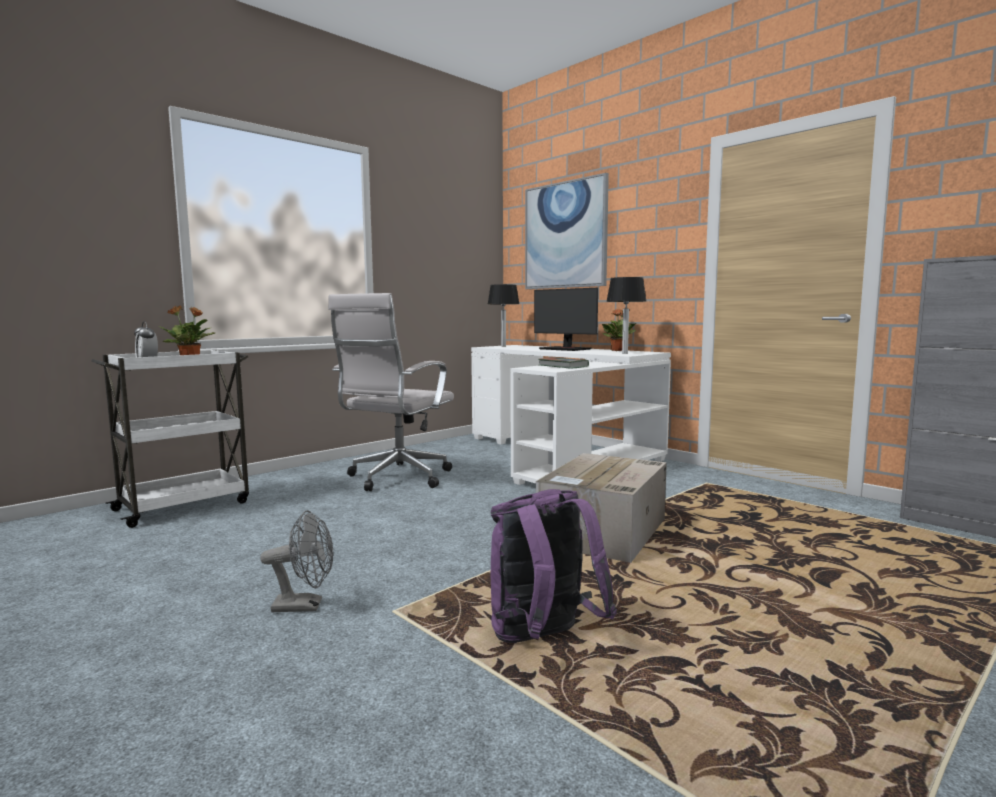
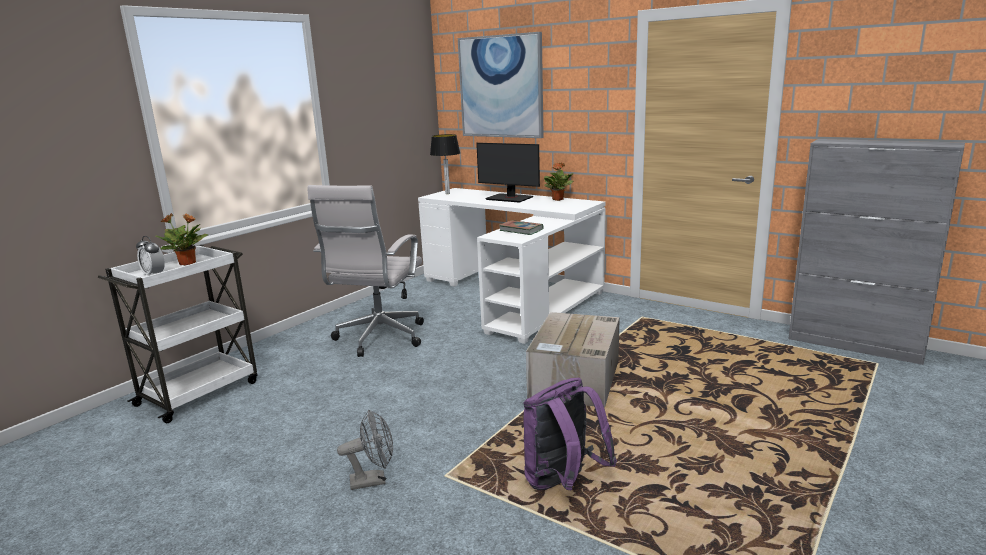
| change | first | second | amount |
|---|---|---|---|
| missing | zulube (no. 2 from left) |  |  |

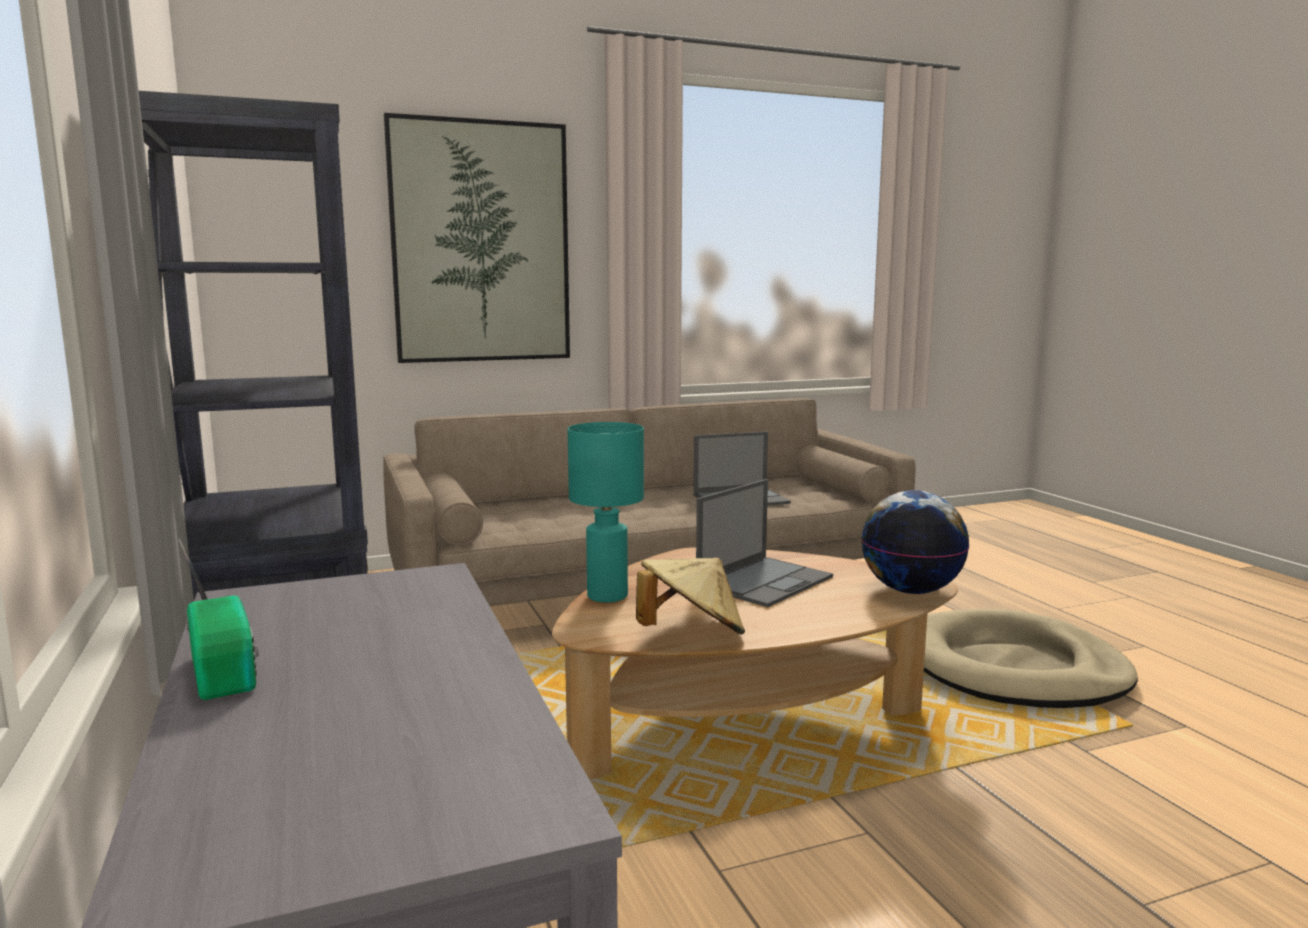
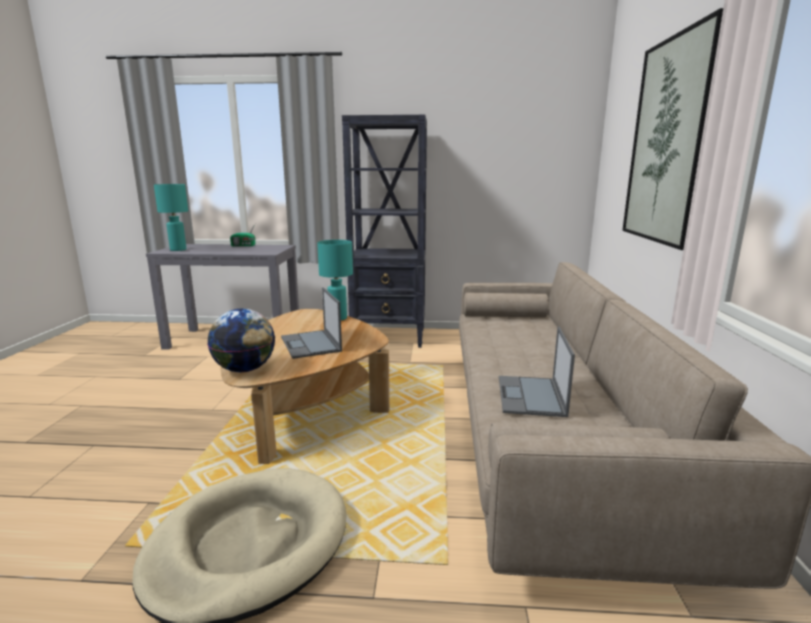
| change | first | second | amount |
|---|---|---|---|
| missing | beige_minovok |  |  |
| appeared |  | turquoise_zulube (no. 1 from left) |  |

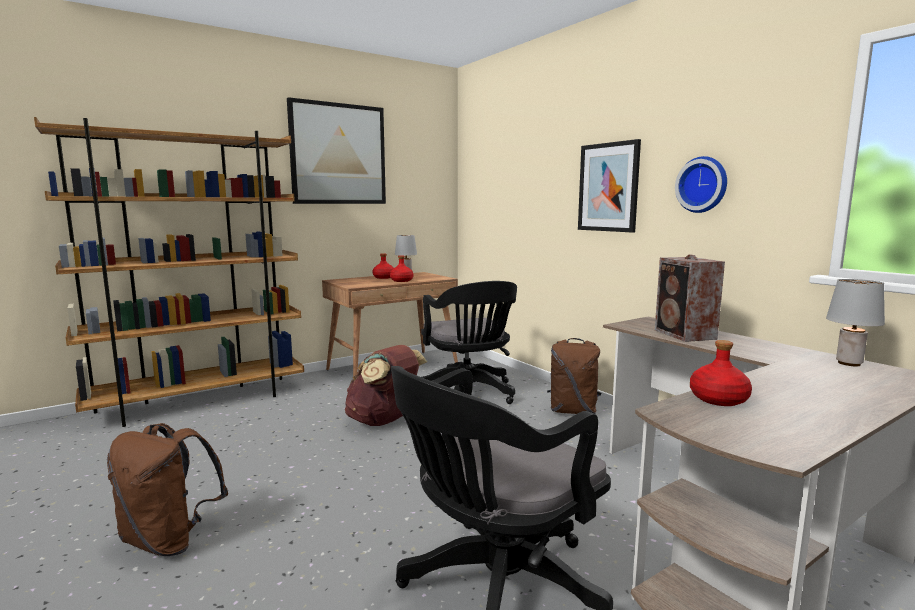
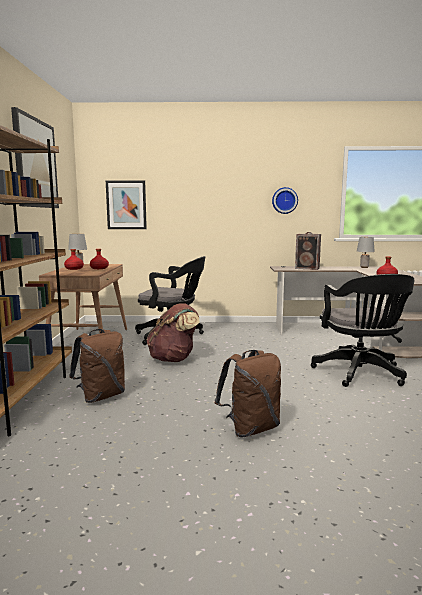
| change | first | second | amount |
|---|---|---|---|
| relocated | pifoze (no. 2 from left) |  |  |
| relocated | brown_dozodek (no. 3 from left in the first image) | brown_dozodek (no. 1 from left) |  |

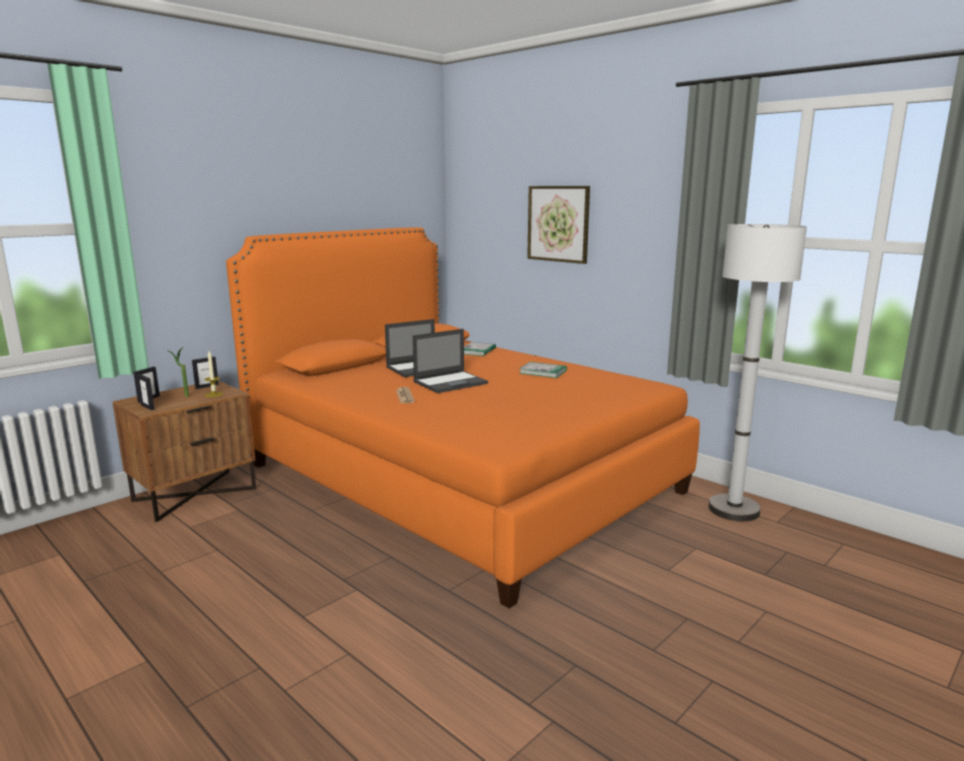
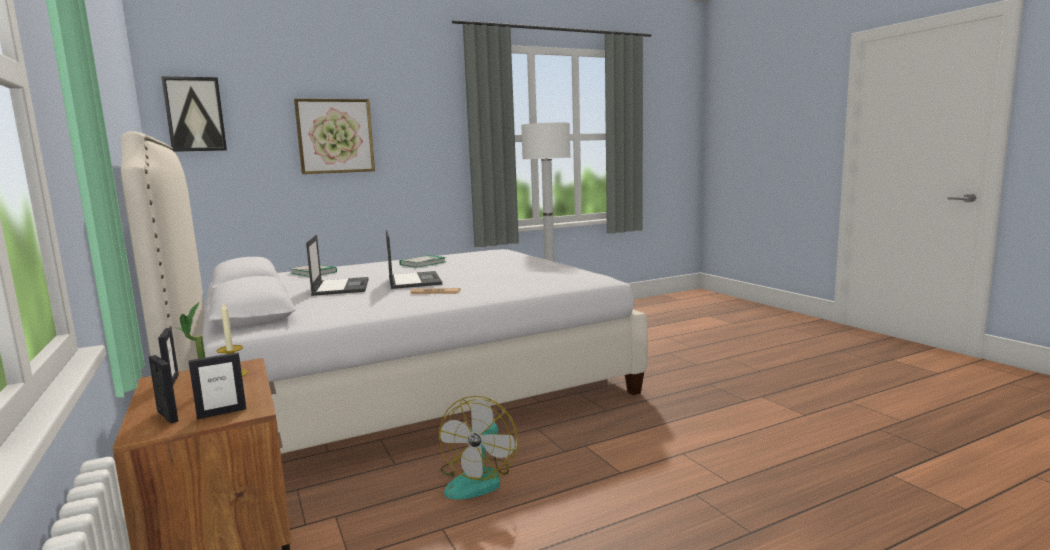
| change | first | second | amount |
|---|---|---|---|
| colour | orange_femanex | white_femanex |  |
| appeared |  | pifoze (no. 1 from left) |  |
| appeared |  | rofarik |  |

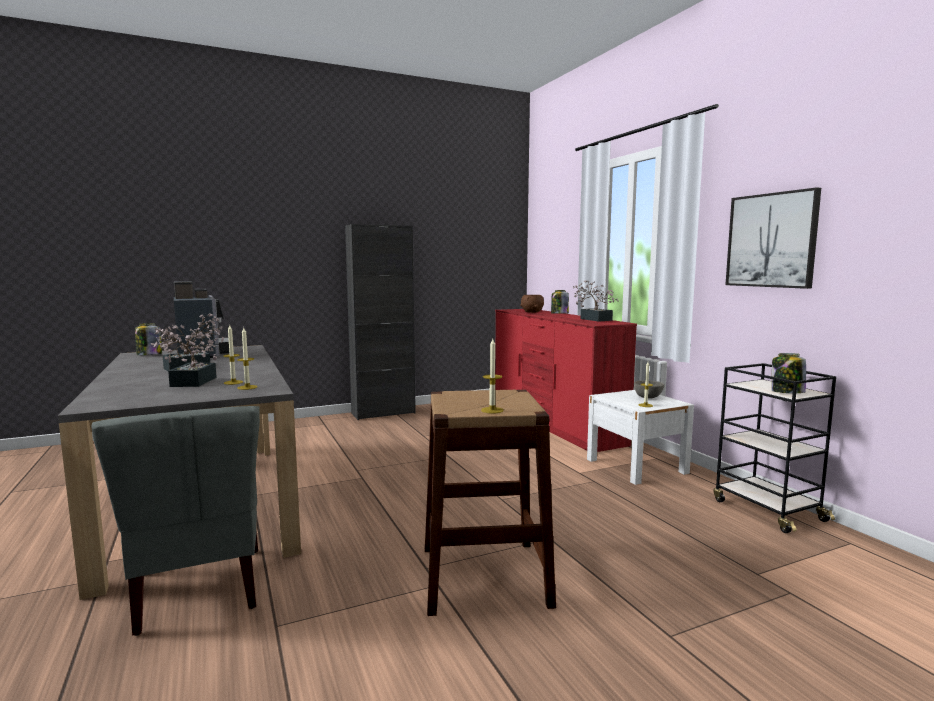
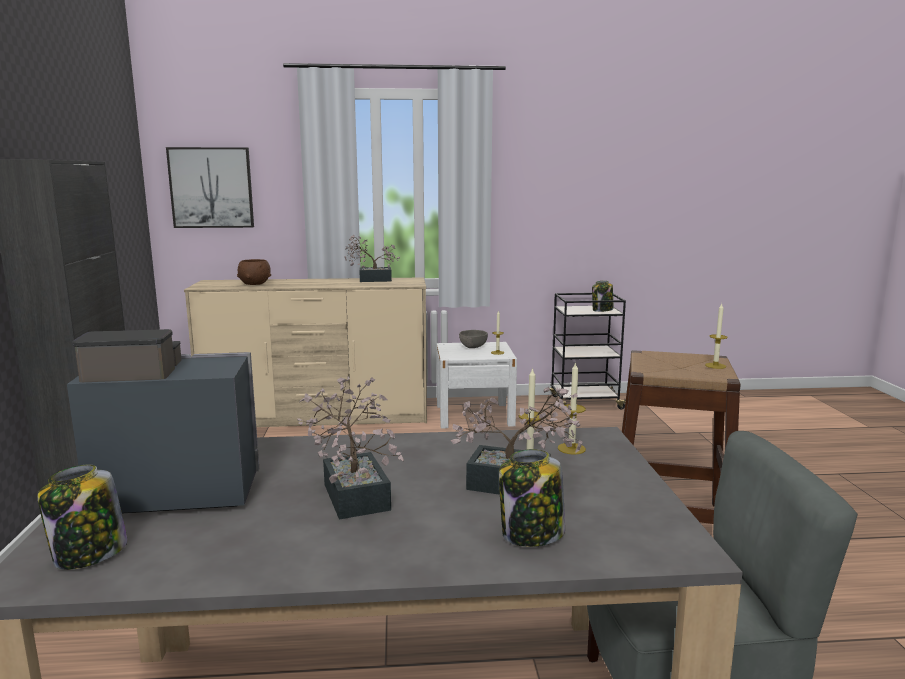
| change | first | second | amount |
|---|---|---|---|
| relocated | pifoze |  |  |
| relocated | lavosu (no. 2 from left) |  |  |
| colour | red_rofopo | beige_rofopo |  |

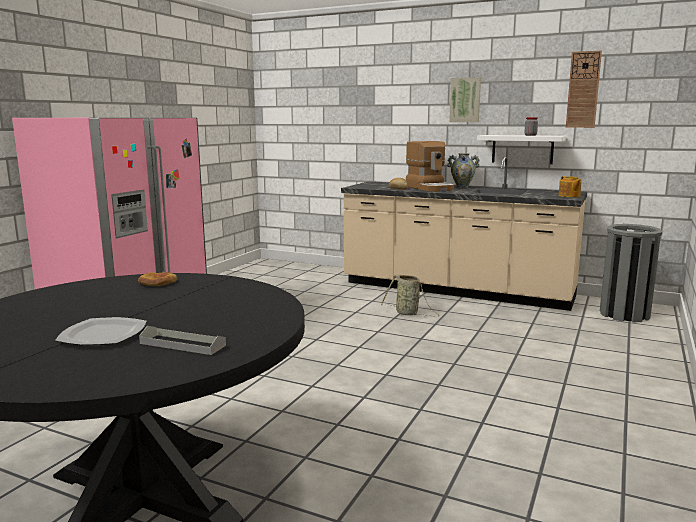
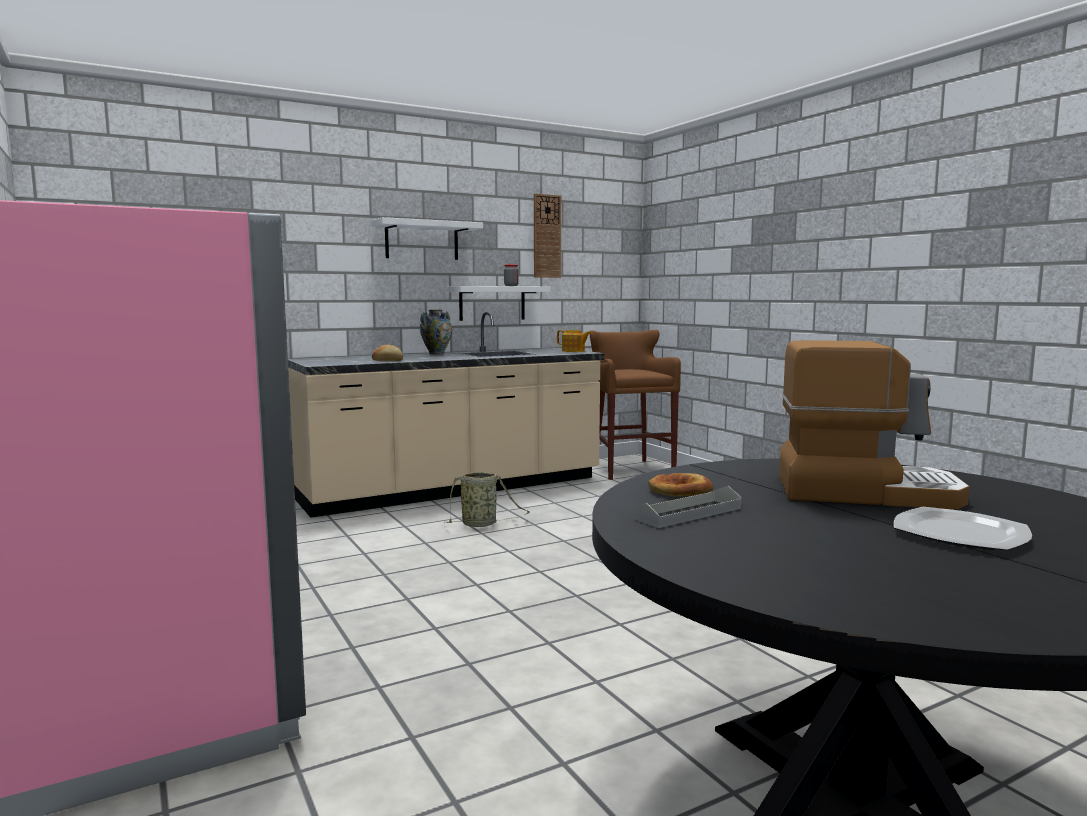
| change | first | second | amount |
|---|---|---|---|
| exchanged | pifoze | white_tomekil (no. 1 from left) |  |
| relocated | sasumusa |  |  |
| exchanged | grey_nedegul | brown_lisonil |  |
| relocated | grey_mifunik |  |  |

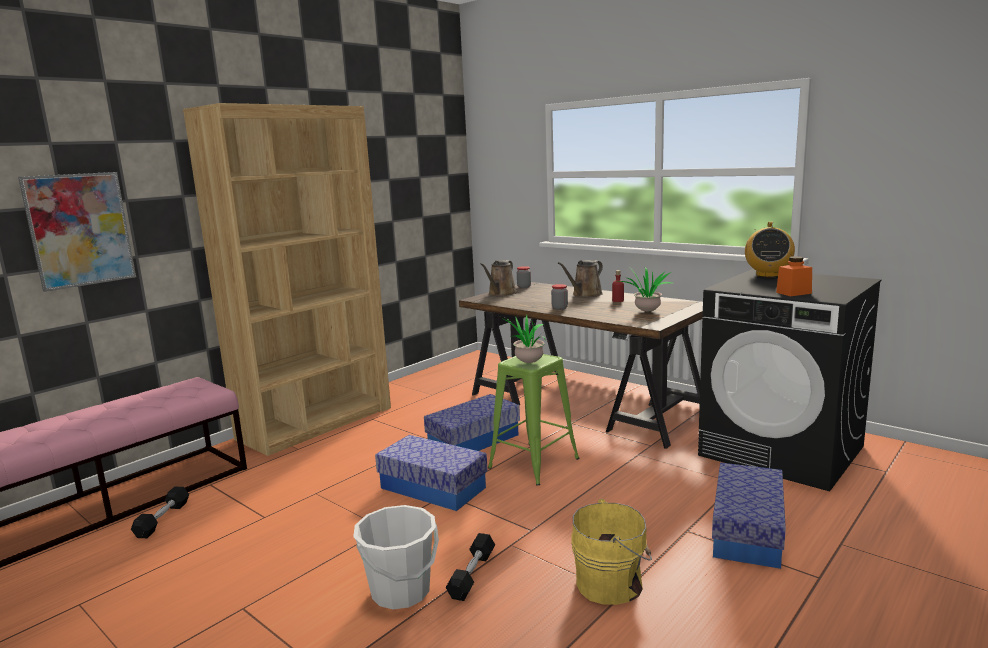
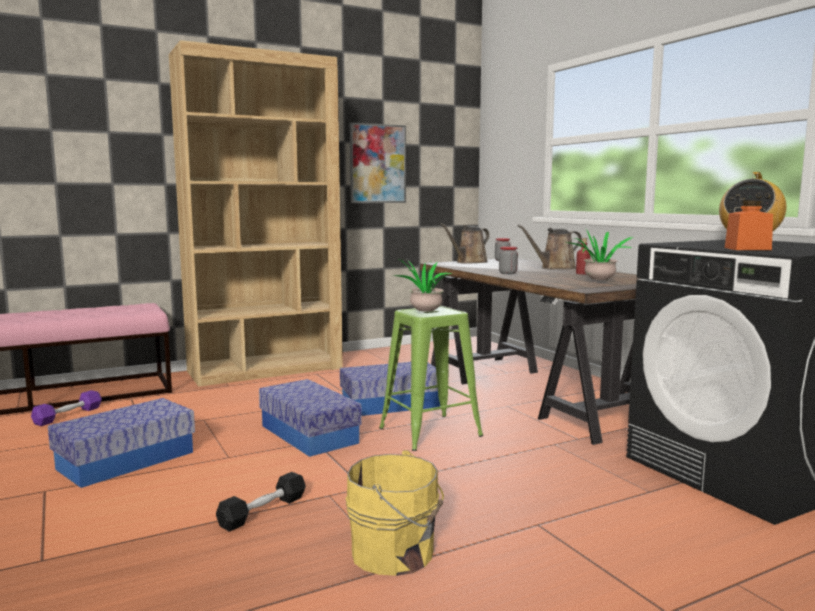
| change | first | second | amount |
|---|---|---|---|
| relocated | pifoze |  |  |
| relocated | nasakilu (no. 3 from left in the first image) | nasakilu (no. 1 from left) |  |
| colour | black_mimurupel (no. 1 from left) | purple_mimurupel |  |
| missing | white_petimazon |  |  |

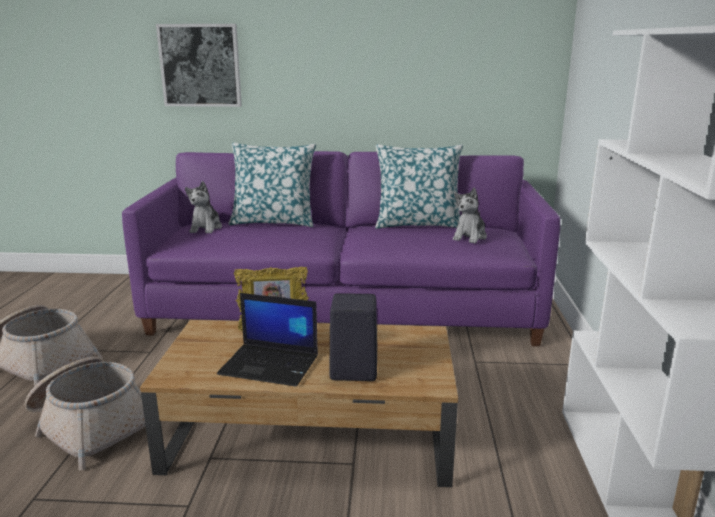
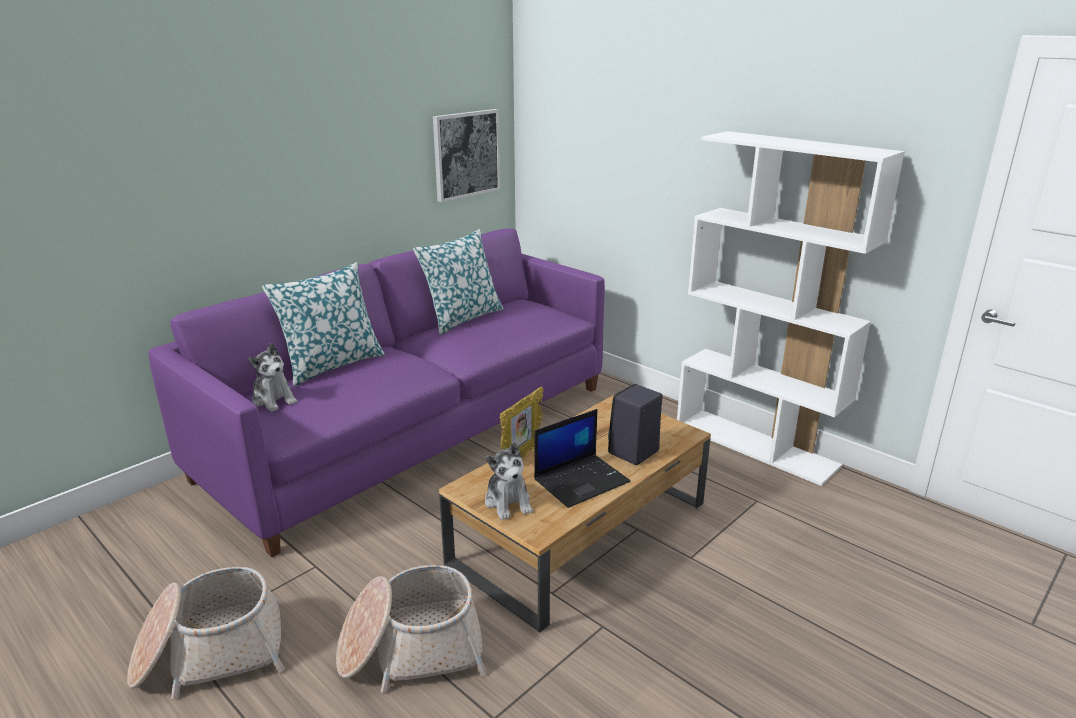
| change | first | second | amount |
|---|---|---|---|
| relocated | pifoze |  |  |
| relocated | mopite (no. 2 from left) |  |  |

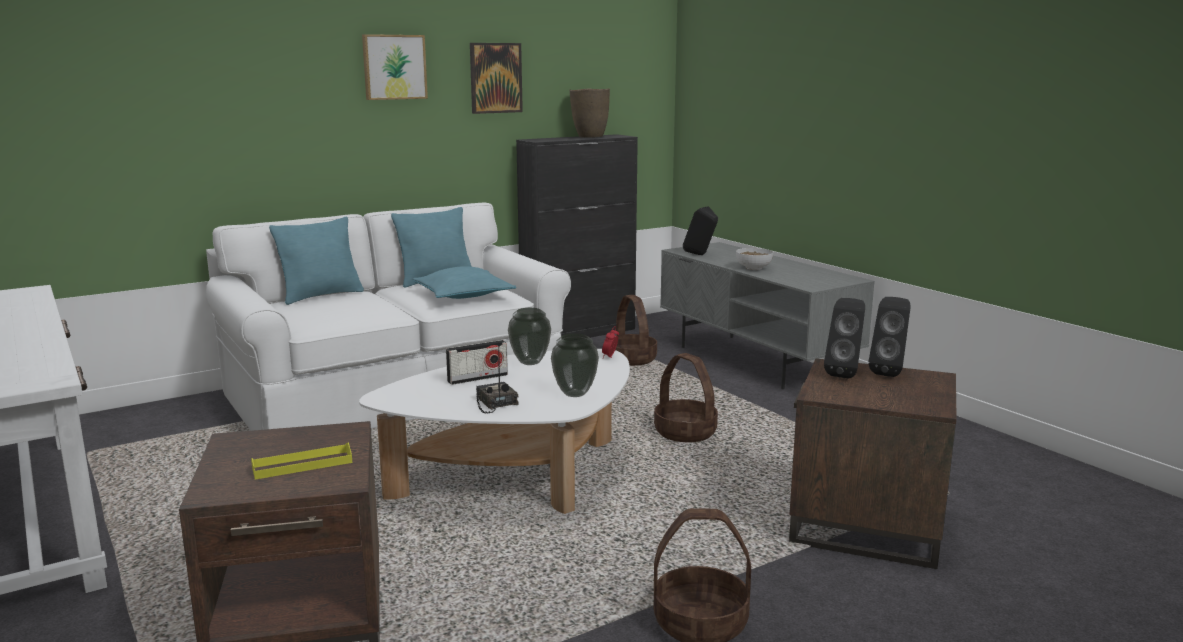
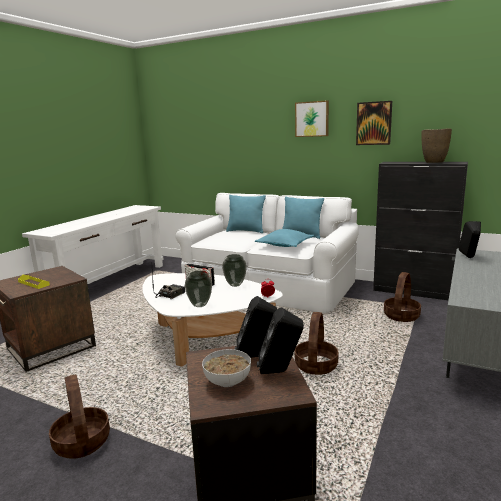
| change | first | second | amount |
|---|---|---|---|
| relocated | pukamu |  |  |

